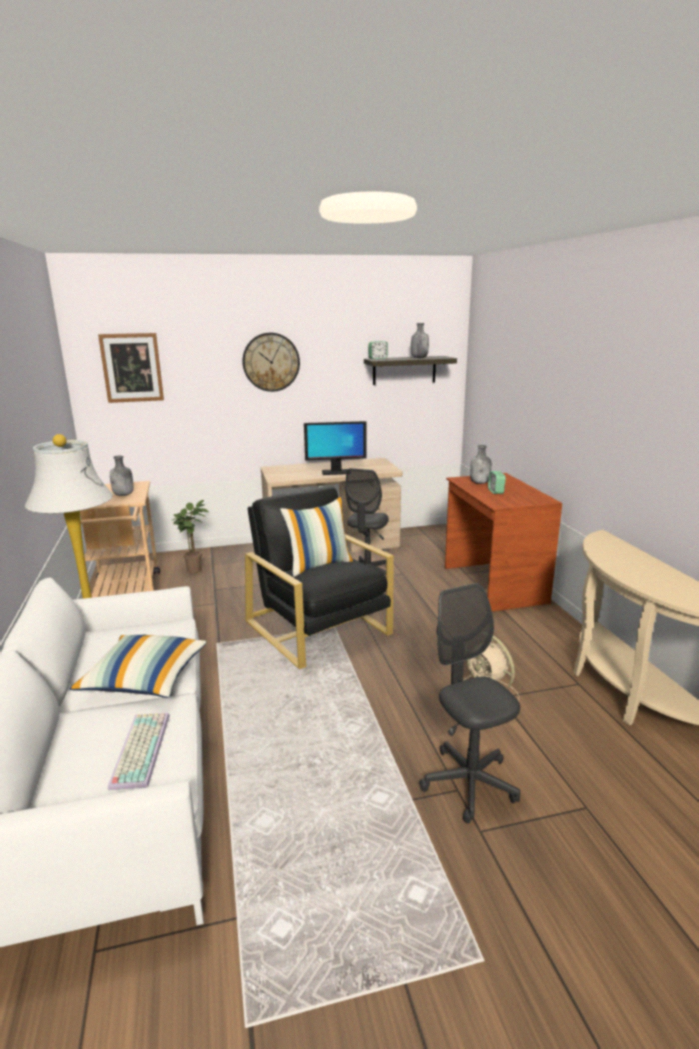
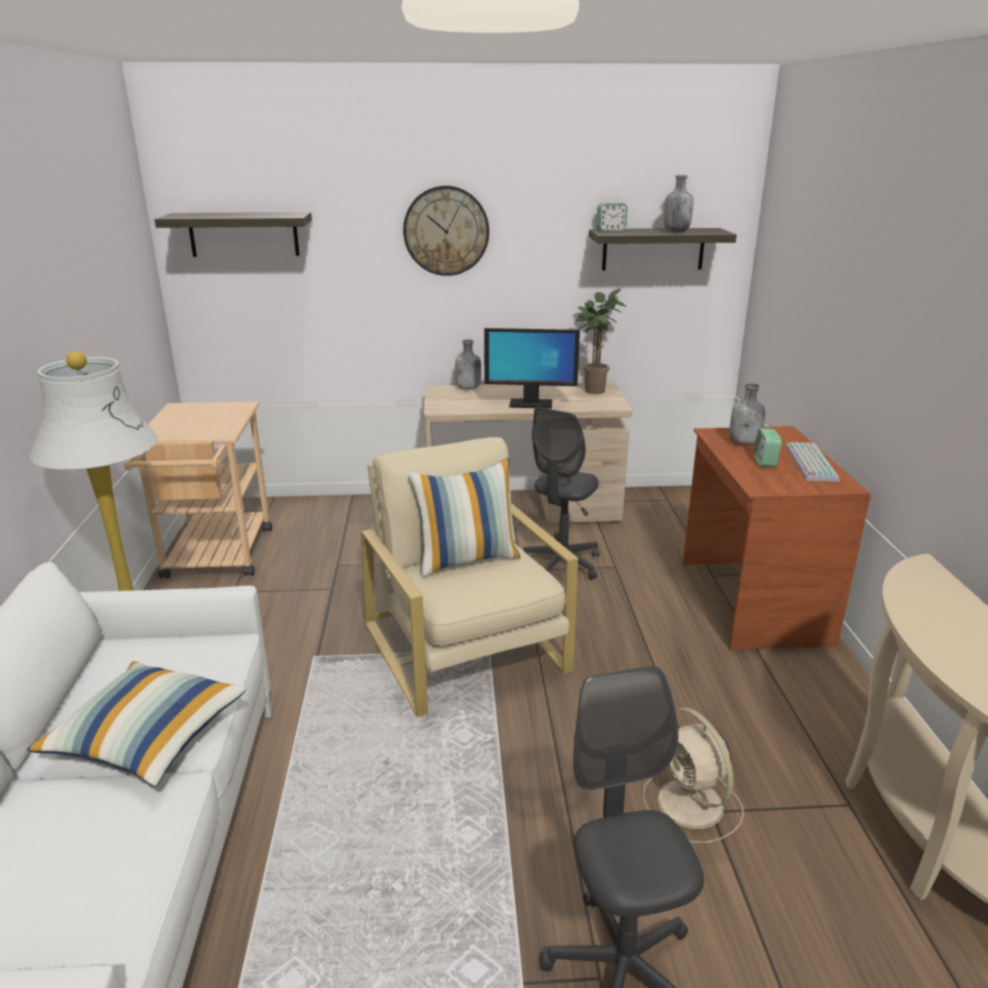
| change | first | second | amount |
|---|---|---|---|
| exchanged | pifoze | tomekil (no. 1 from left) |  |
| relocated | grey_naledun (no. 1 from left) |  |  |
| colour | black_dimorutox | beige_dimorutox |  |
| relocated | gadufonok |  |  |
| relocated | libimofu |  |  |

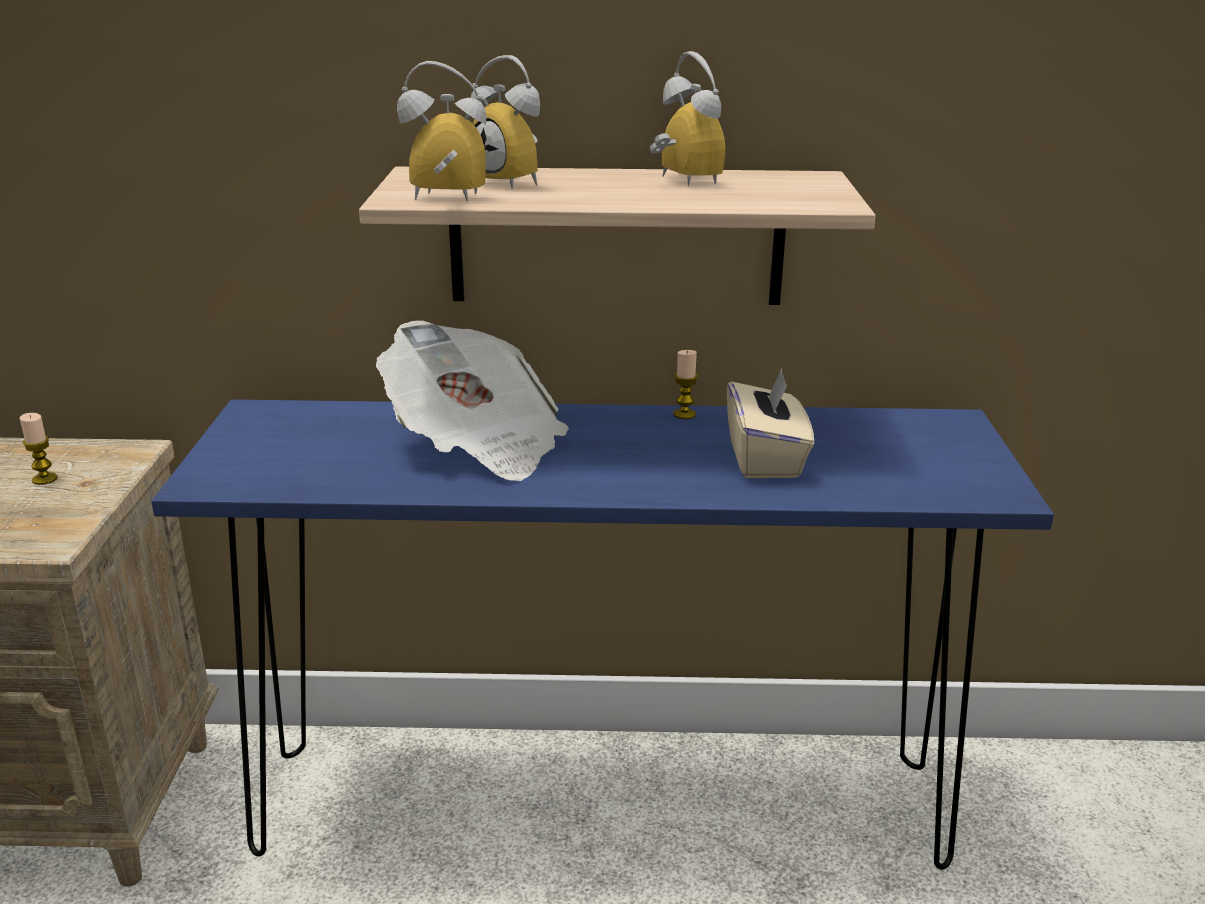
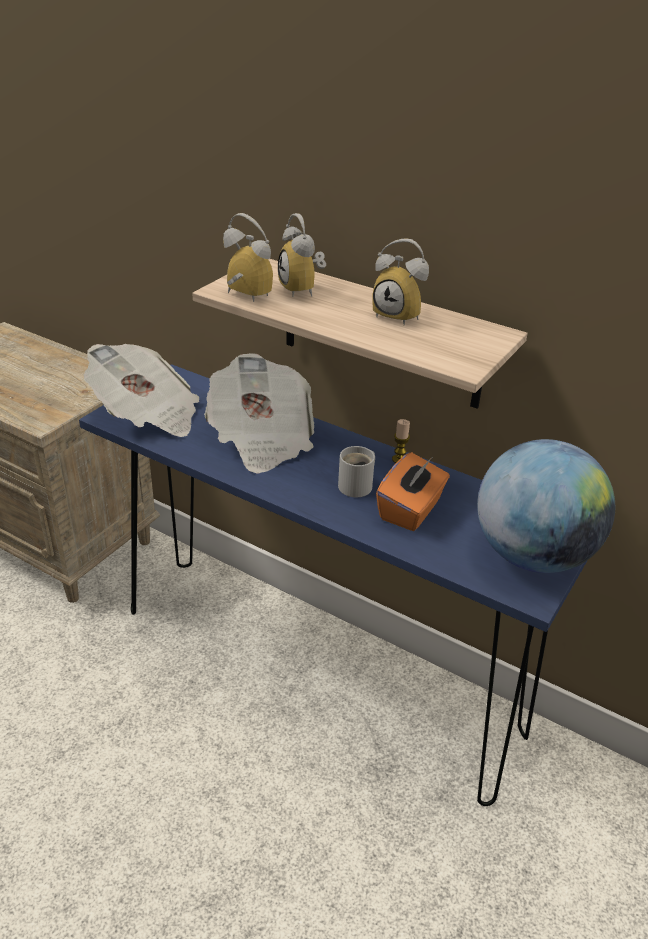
| change | first | second | amount |
|---|---|---|---|
| spun | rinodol (no. 3 from left) |  | 120 degrees clockwise |
| colour | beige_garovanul | orange_garovanul |  |
| missing | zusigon (no. 1 from left) |  |  |
| appeared |  | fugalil (no. 1 from left) |  |
| appeared |  | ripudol |  |
| appeared |  | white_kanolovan |  |

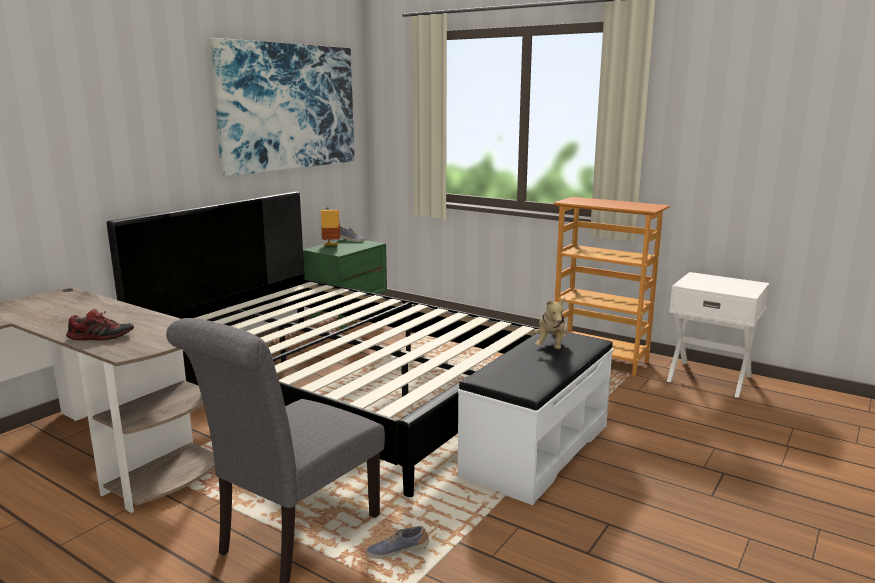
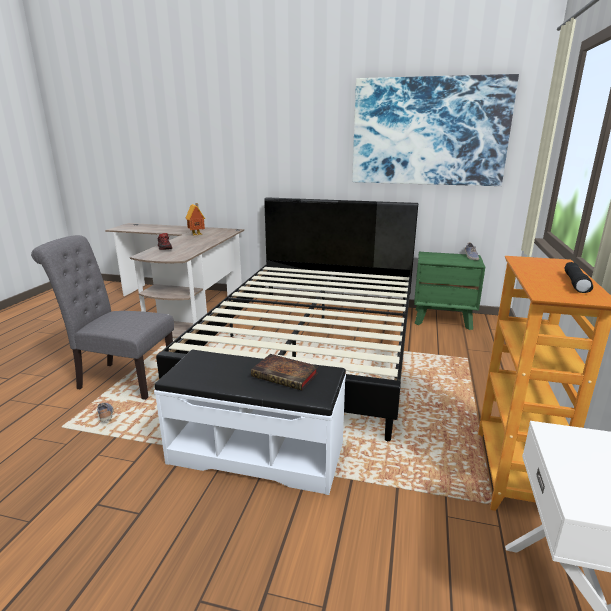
| change | first | second | amount |
|---|---|---|---|
| relocated | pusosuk |  |  |
| exchanged | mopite | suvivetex |  |
| appeared |  | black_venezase |  |

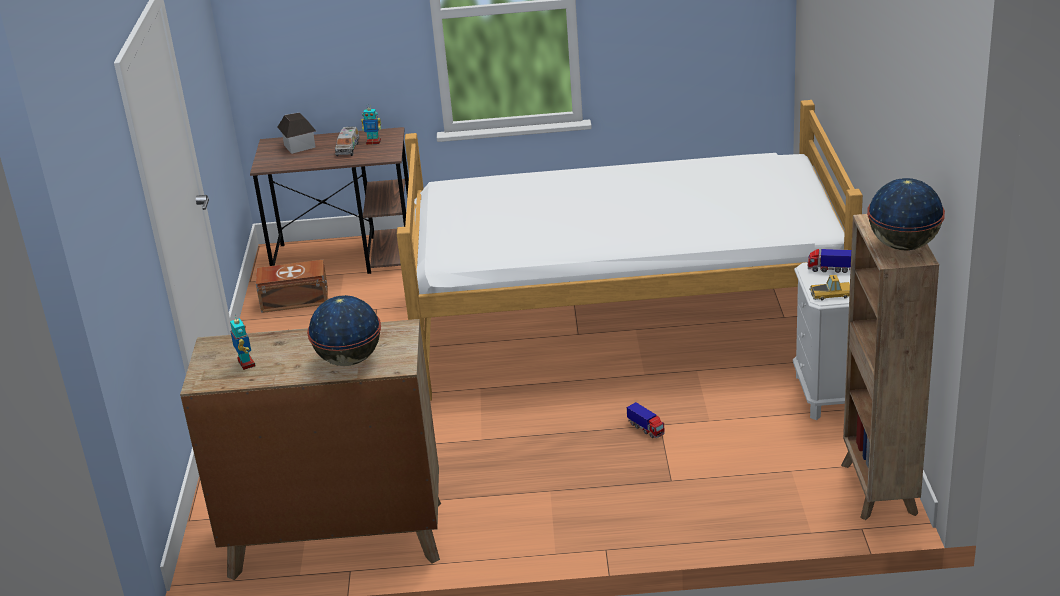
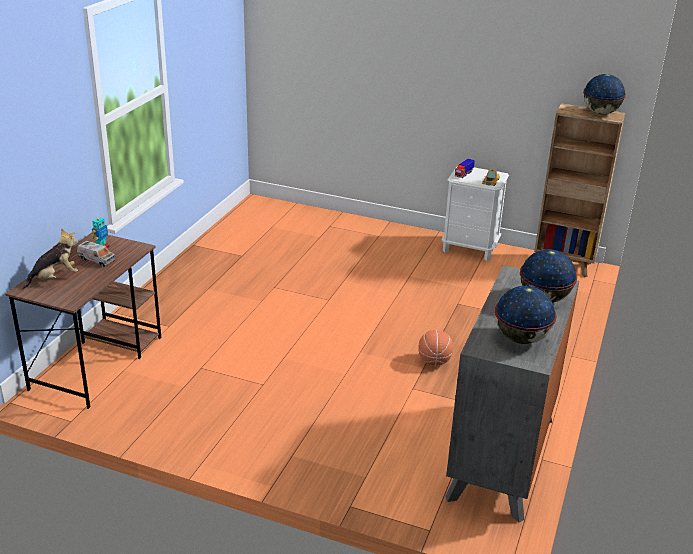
| change | first | second | amount |
|---|---|---|---|
| missing | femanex |  |  |
| exchanged | pusosuk | mopite |  |
| missing | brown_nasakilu |  |  |
| exchanged | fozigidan (no. 1 from left) | ripudol (no. 1 from left) |  |
| colour | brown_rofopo | grey_rofopo |  |
| missing | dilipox (no. 2 from left) |  |  |
| appeared |  | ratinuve |  |

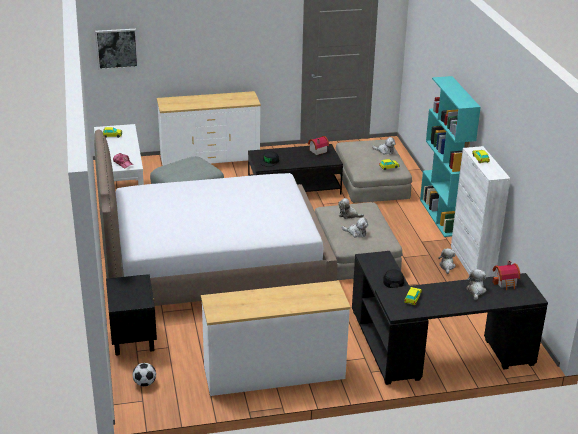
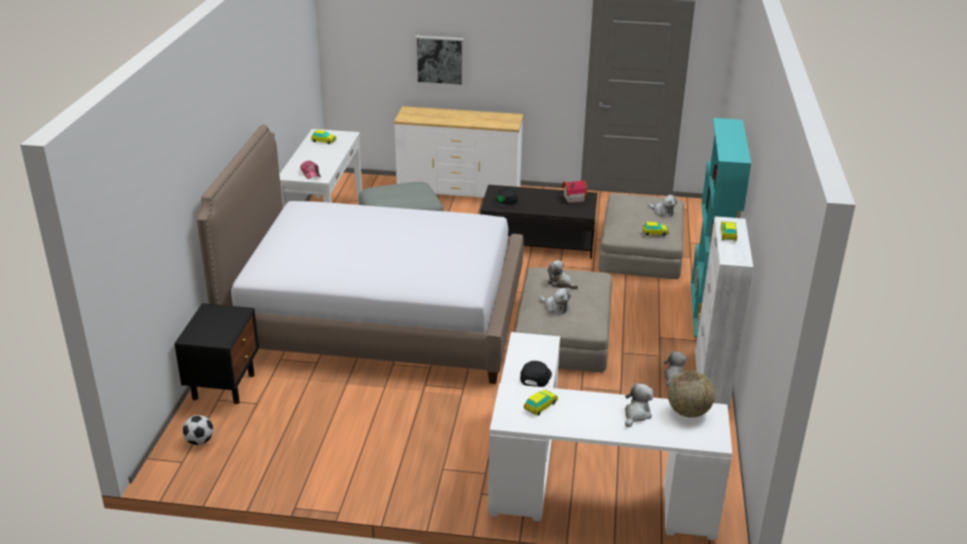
| change | first | second | amount |
|---|---|---|---|
| relocated | pifoze |  |  |
| colour | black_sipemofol | white_sipemofol |  |
| exchanged | pusosuk (no. 2 from left) | ripudol |  |
| missing | white_rofopo (no. 2 from left) |  |  |

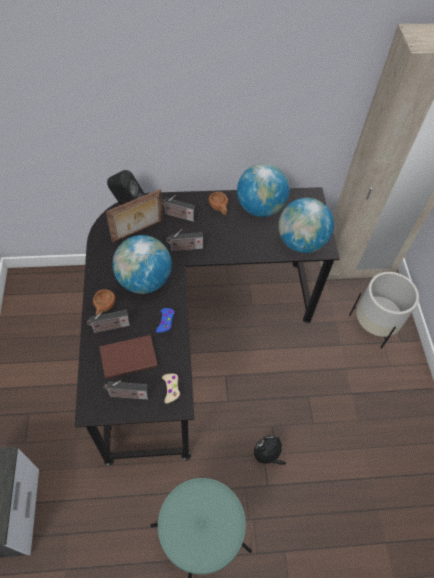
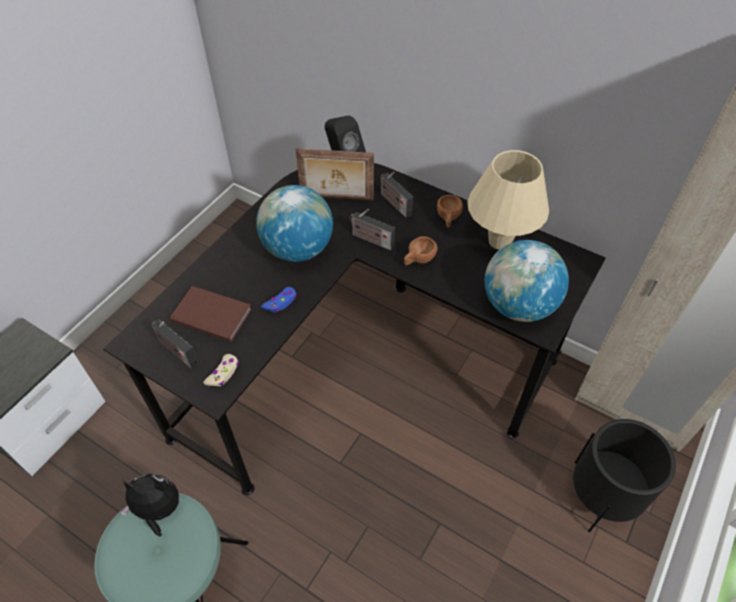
| change | first | second | amount |
|---|---|---|---|
| exchanged | ripudol (no. 2 from left) | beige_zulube |  |
| colour | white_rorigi | black_rorigi |  |
| relocated | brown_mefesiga (no. 1 from left) |  |  |
| missing | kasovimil (no. 1 from left) |  |  |
| relocated | mopite |  |  |

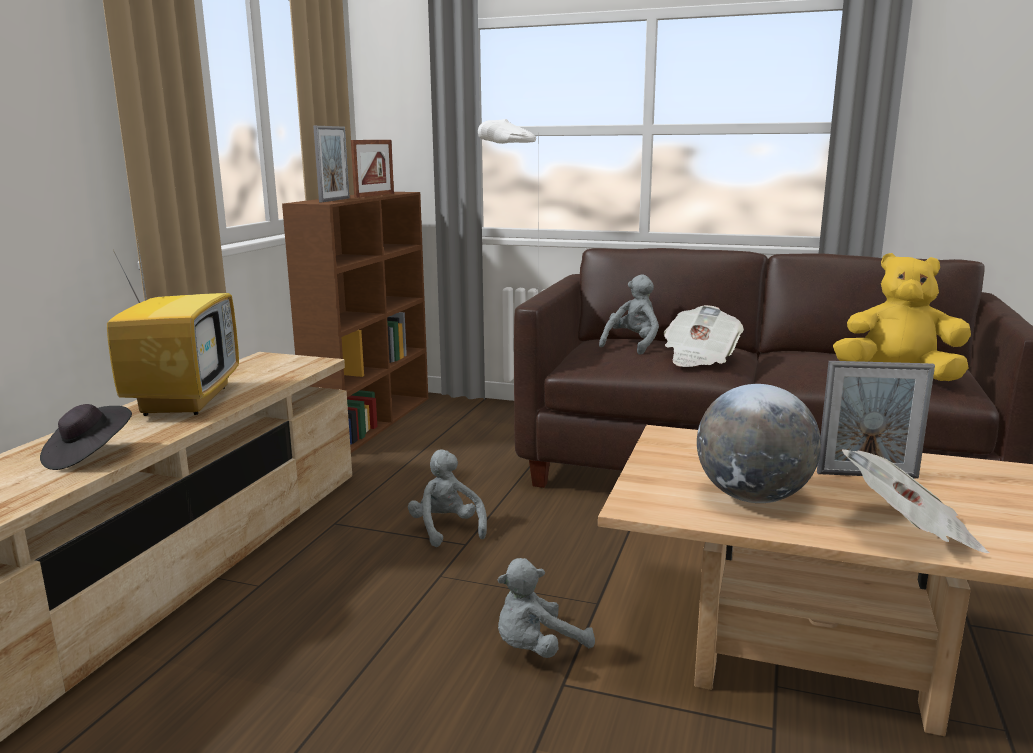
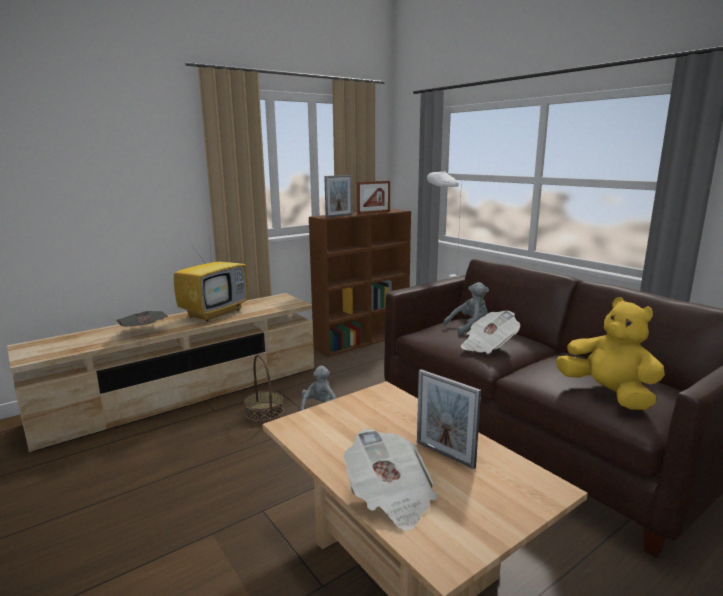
| change | first | second | amount |
|---|---|---|---|
| missing | ripudol |  |  |
| exchanged | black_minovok | fugalil (no. 1 from left) |  |
| missing | grey_mopite (no. 2 from left) |  |  |
| appeared |  | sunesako |  |

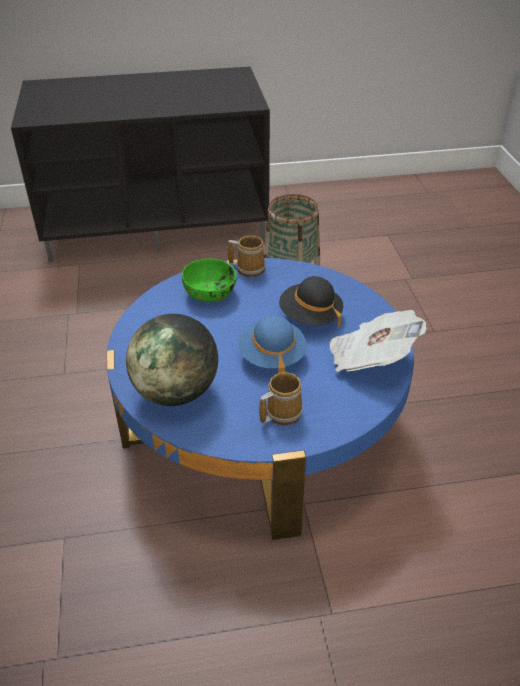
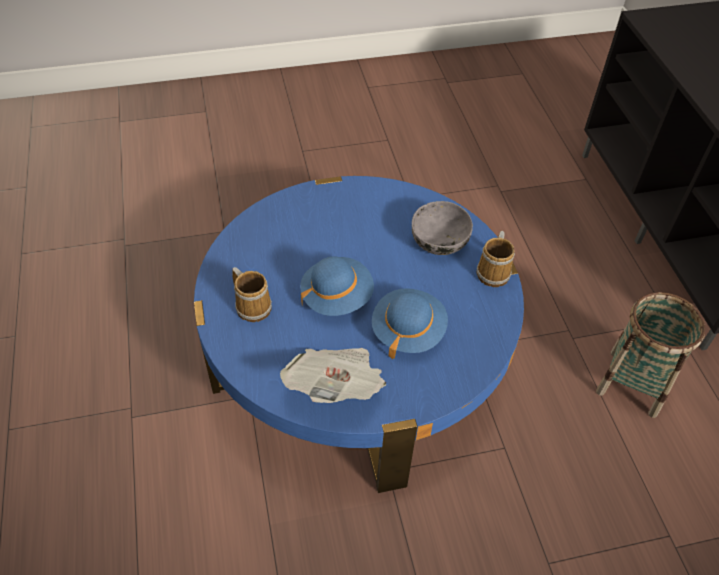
| change | first | second | amount |
|---|---|---|---|
| colour | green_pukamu | grey_pukamu |  |
| colour | black_minovok | blue_minovok (no. 2 from left) |  |
| missing | ripudol |  |  |

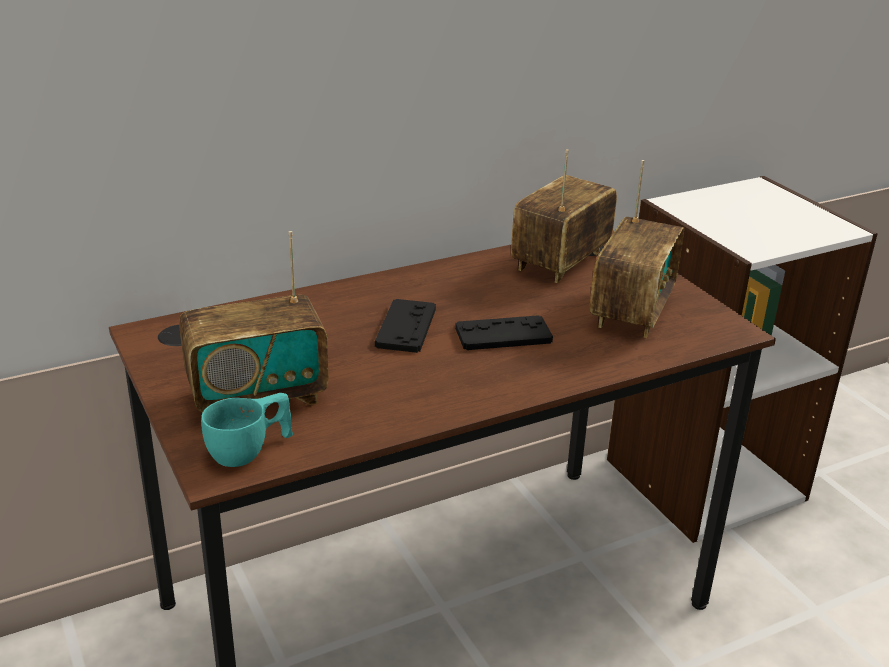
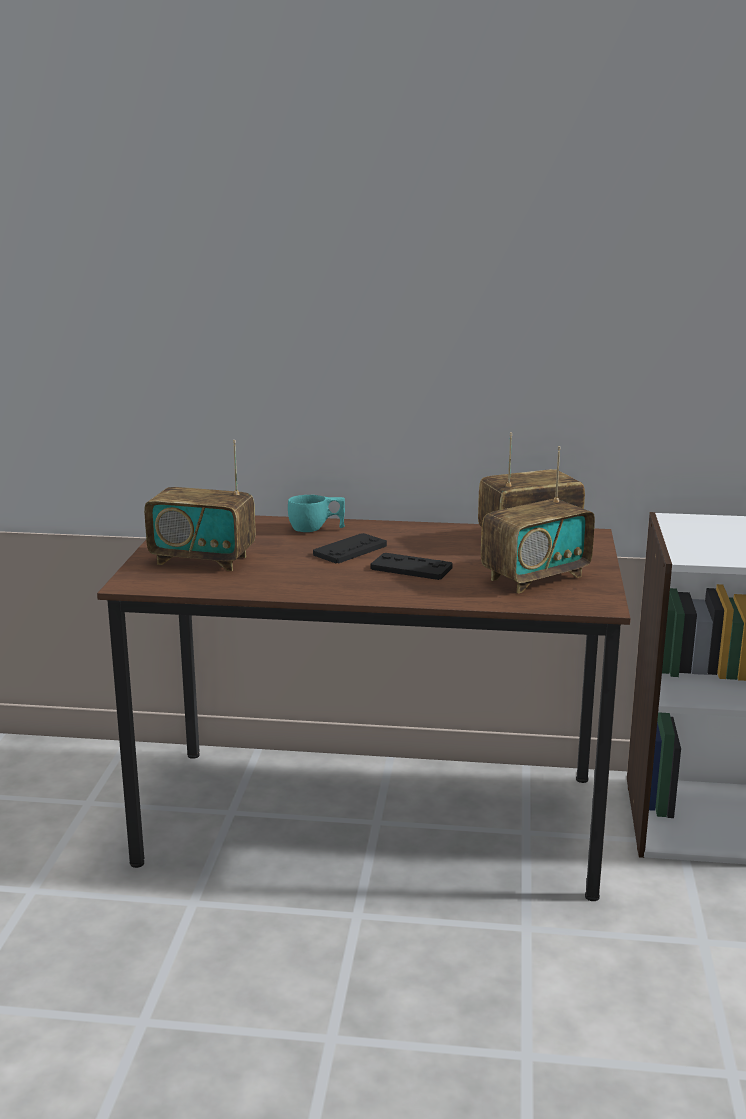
| change | first | second | amount |
|---|---|---|---|
| relocated | turquoise_mefesiga |  |  |

